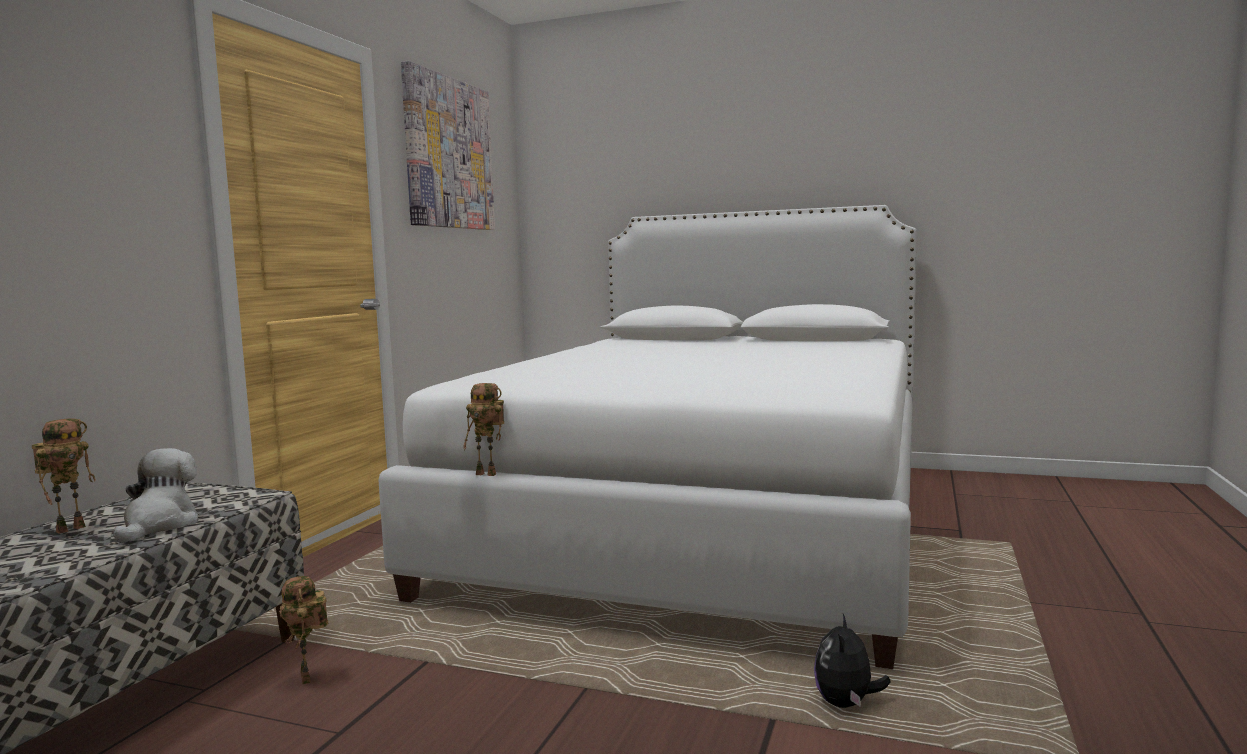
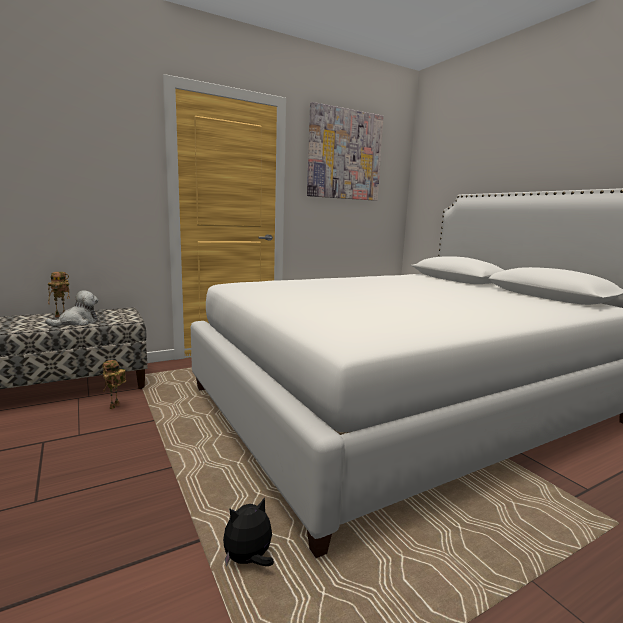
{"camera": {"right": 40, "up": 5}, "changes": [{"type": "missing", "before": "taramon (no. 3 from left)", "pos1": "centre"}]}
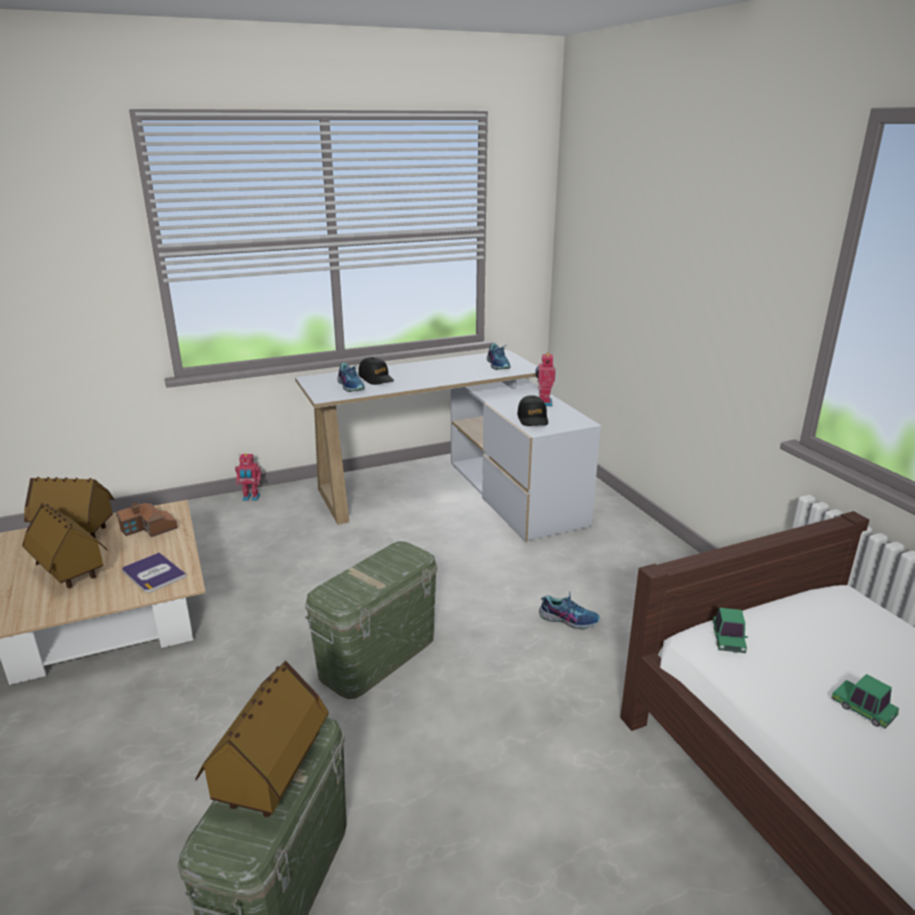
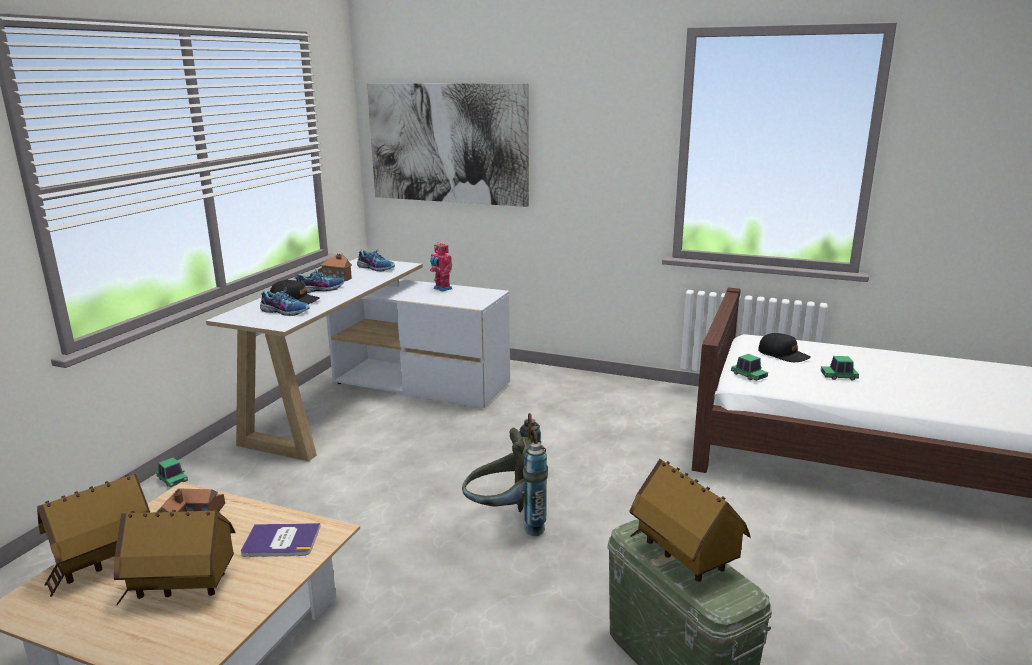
{"camera": {"right": -45, "up": -5}, "changes": [{"type": "relocated", "before": "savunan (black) (no. 2 from left)", "pos1": "centre", "pos2": "middle right"}, {"type": "exchanged", "before": "taramon (no. 1 from left)", "after": "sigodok (no. 1 from left)", "pos1": "middle left", "pos2": "bottom left"}, {"type": "exchanged", "before": "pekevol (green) (no. 2 from left)", "after": "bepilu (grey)", "pos1": "bottom centre", "pos2": "bottom centre"}, {"type": "relocated", "before": "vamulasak (no. 3 from left in the first image)", "after": "vamulasak (no. 2 from left)", "pos1": "bottom centre", "pos2": "middle left"}, {"type": "appeared", "after": "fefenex", "pos2": "top centre"}, {"type": "appeared", "after": "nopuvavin (no. 4 from left)", "pos2": "middle left"}]}
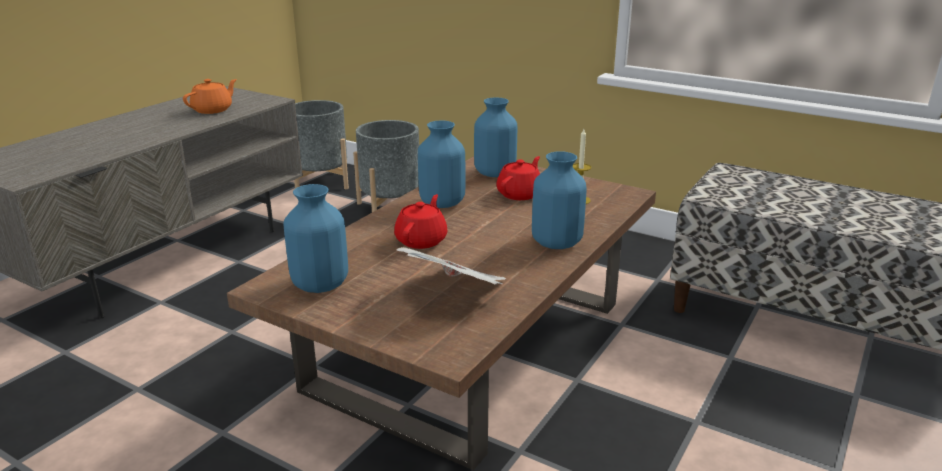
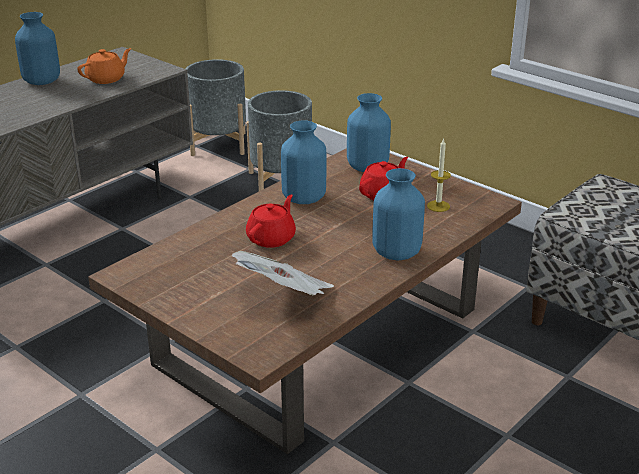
{"camera": {"right": 10, "up": 5}, "changes": [{"type": "relocated", "before": "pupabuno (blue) (no. 1 from left)", "pos1": "centre", "pos2": "top left"}]}
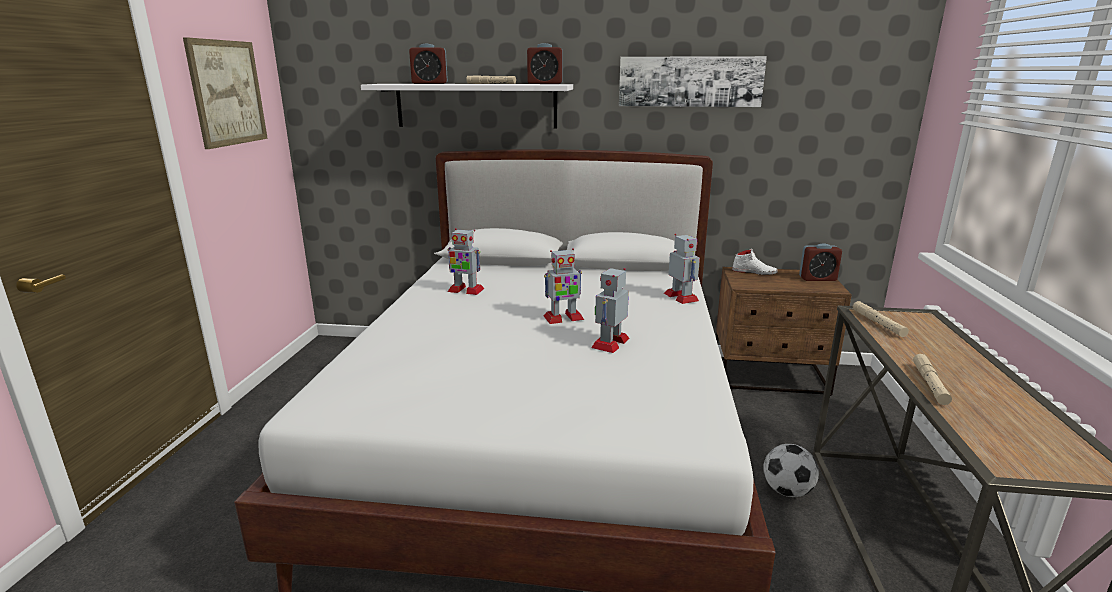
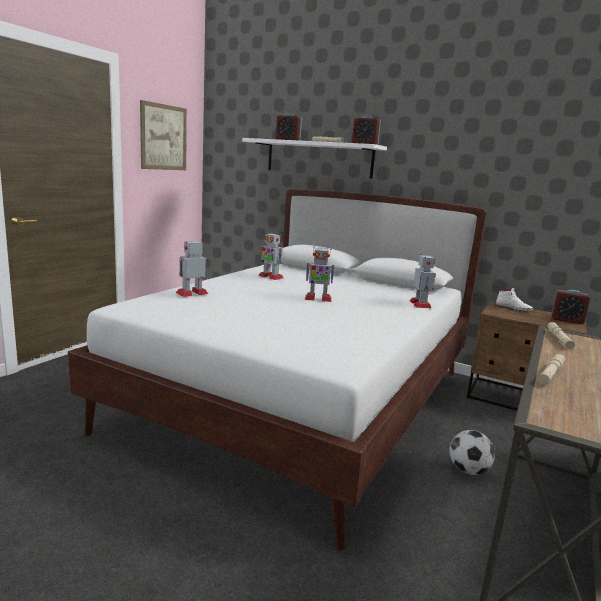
{"camera": {"right": 20, "up": -5}, "changes": [{"type": "missing", "before": "fefenex (no. 2 from left)", "pos1": "top centre"}, {"type": "relocated", "before": "taramon (no. 3 from left in the first image)", "after": "taramon (no. 1 from left)", "pos1": "centre", "pos2": "middle left"}]}
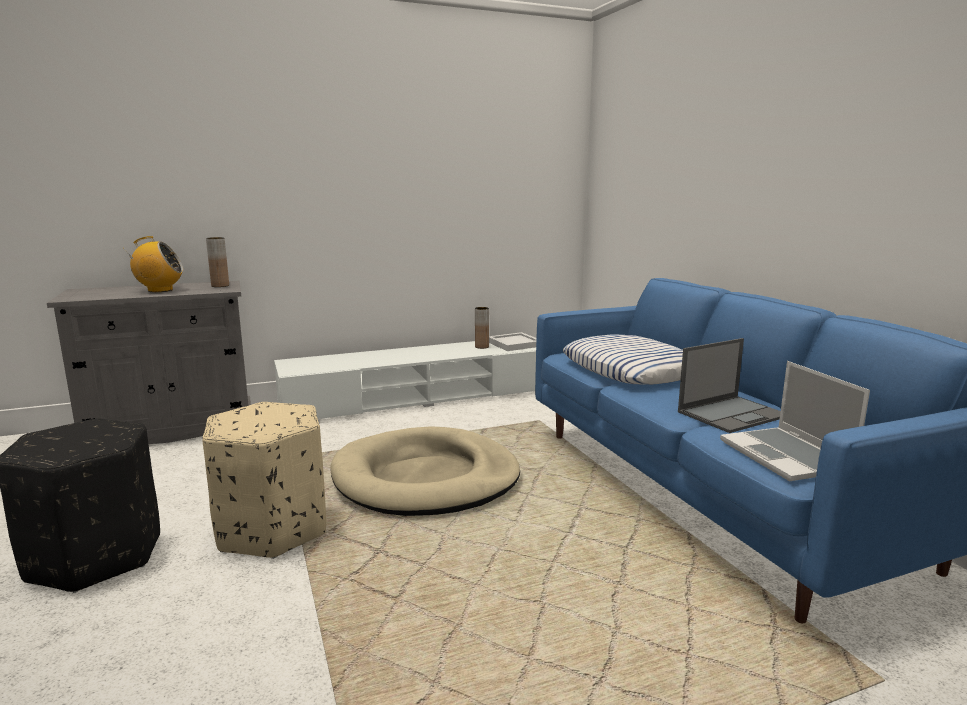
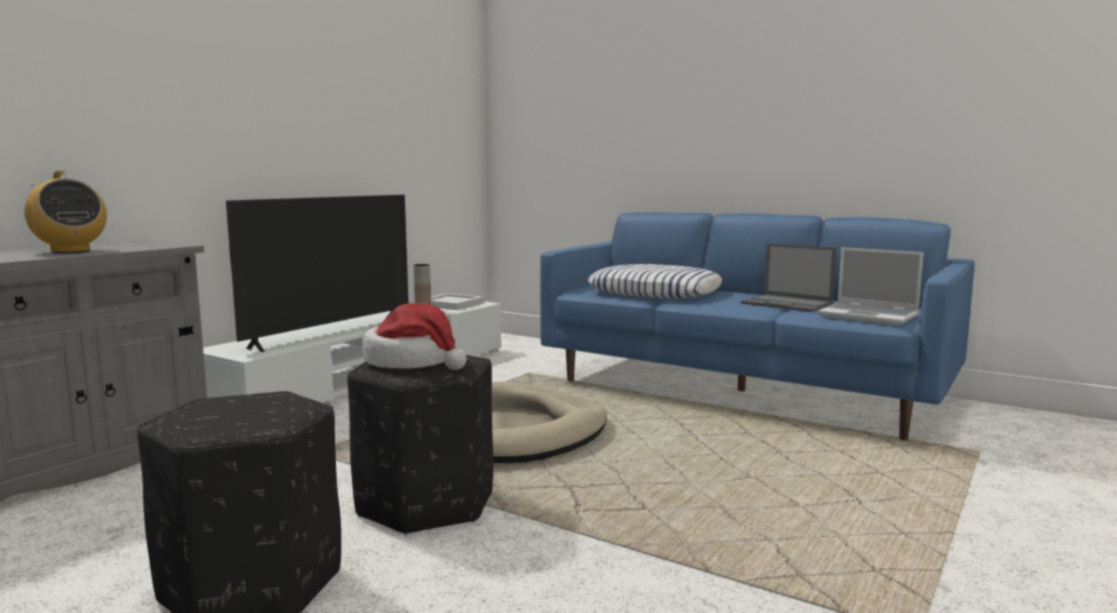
{"camera": {"right": -35, "up": -5}, "changes": [{"type": "spun", "before": "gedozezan", "pos1": "middle left", "pos2": "middle left", "turn": 90}, {"type": "missing", "before": "pupabuno (brown) (no. 1 from left)", "pos1": "middle left"}, {"type": "spun", "before": "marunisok (no. 1 from left)", "pos1": "middle right", "pos2": "middle right", "turn": 105}, {"type": "colour", "before": "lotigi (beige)", "after": "lotigi (black) (no. 2 from left)", "pos1": "bottom left", "pos2": "bottom centre"}, {"type": "appeared", "after": "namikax", "pos2": "middle left"}, {"type": "appeared", "after": "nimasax", "pos2": "centre"}]}
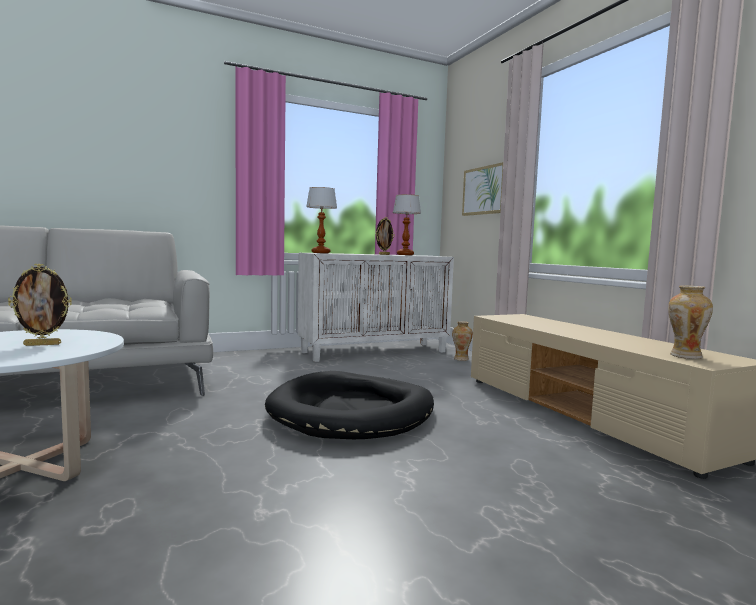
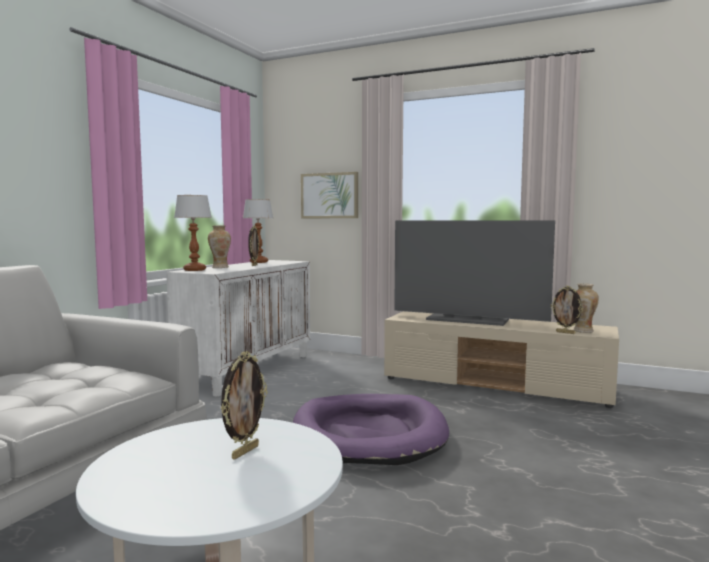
{"camera": {"right": -40, "up": 0}, "changes": [{"type": "relocated", "before": "pupabuno (no. 1 from left)", "pos1": "centre", "pos2": "middle left"}, {"type": "colour", "before": "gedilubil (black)", "after": "gedilubil (purple)", "pos1": "bottom centre", "pos2": "bottom centre"}, {"type": "appeared", "after": "namikax", "pos2": "middle right"}, {"type": "appeared", "after": "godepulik (no. 3 from left)", "pos2": "middle right"}]}
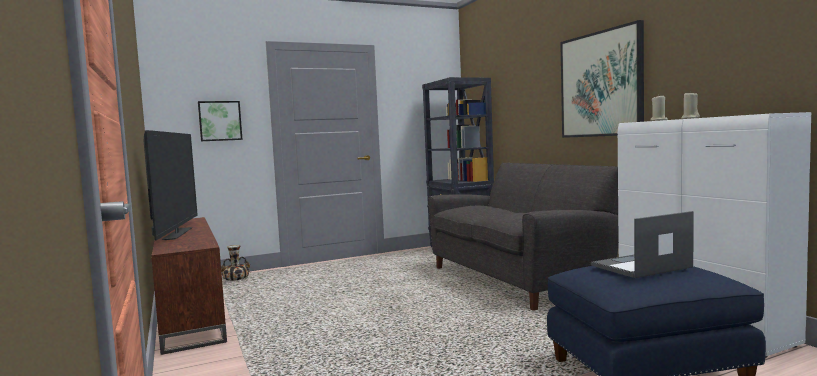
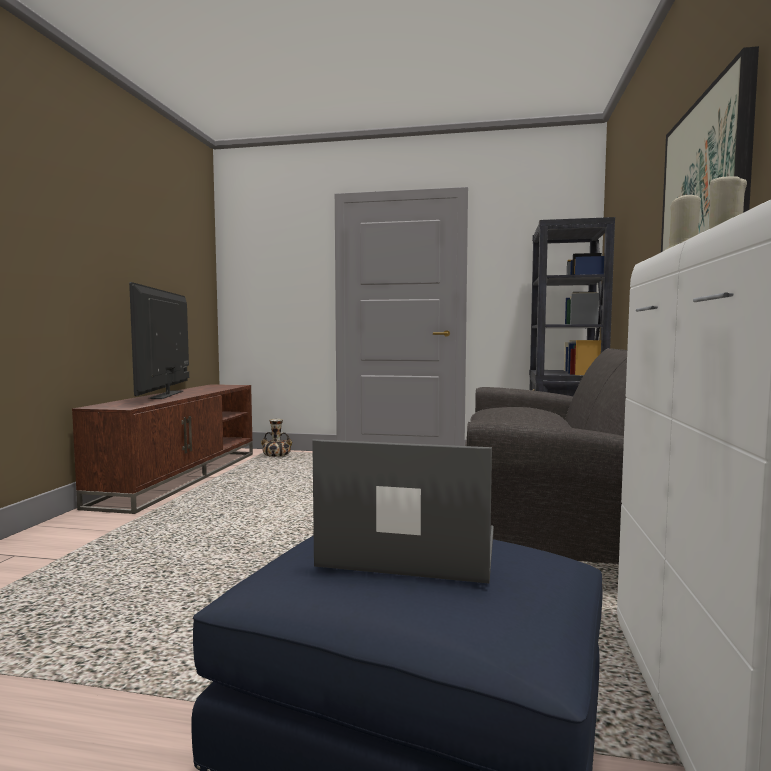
{"camera": {"right": 35, "up": 0}, "changes": [{"type": "missing", "before": "fefenex (no. 1 from left)", "pos1": "top left"}, {"type": "spun", "before": "namikax", "pos1": "middle left", "pos2": "middle left", "turn": 150}]}
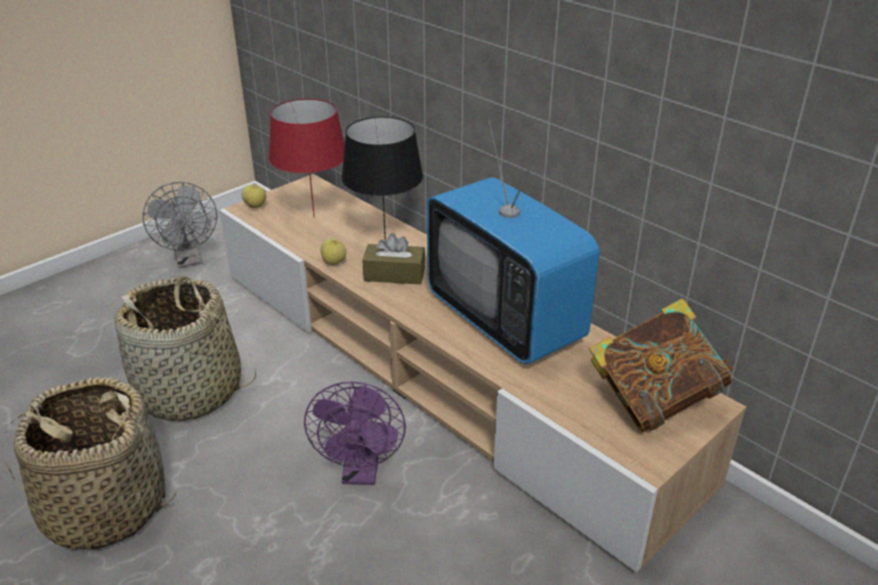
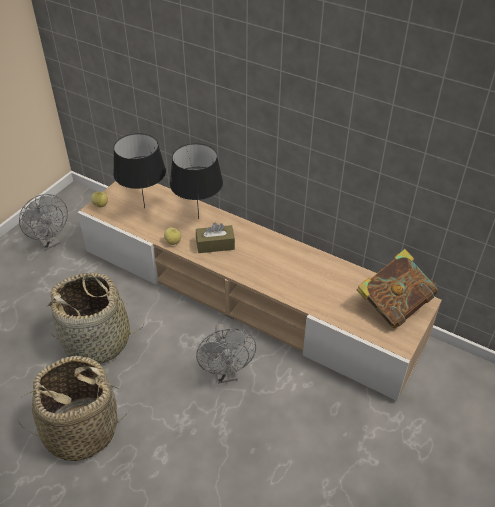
{"camera": {"right": -15, "up": 10}, "changes": [{"type": "colour", "before": "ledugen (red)", "after": "ledugen (black) (no. 1 from left)", "pos1": "top centre", "pos2": "middle left"}, {"type": "missing", "before": "namikax", "pos1": "centre"}, {"type": "colour", "before": "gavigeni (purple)", "after": "gavigeni (grey) (no. 2 from left)", "pos1": "bottom centre", "pos2": "bottom centre"}]}
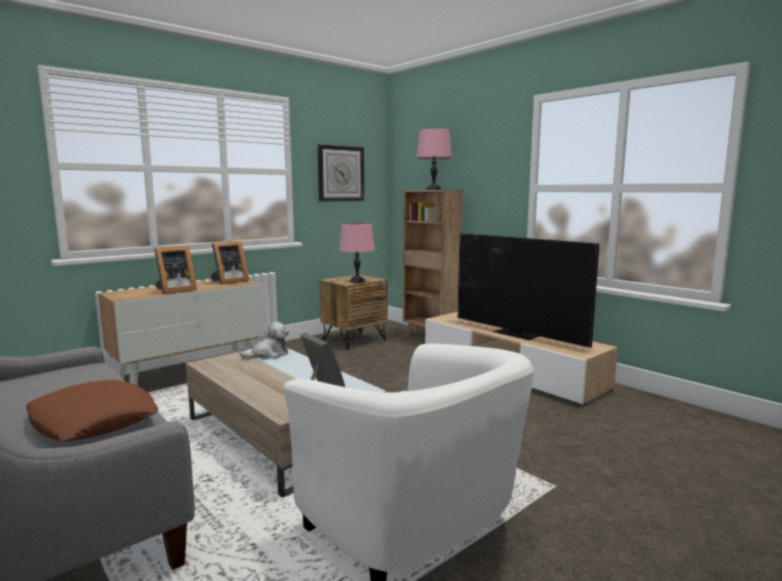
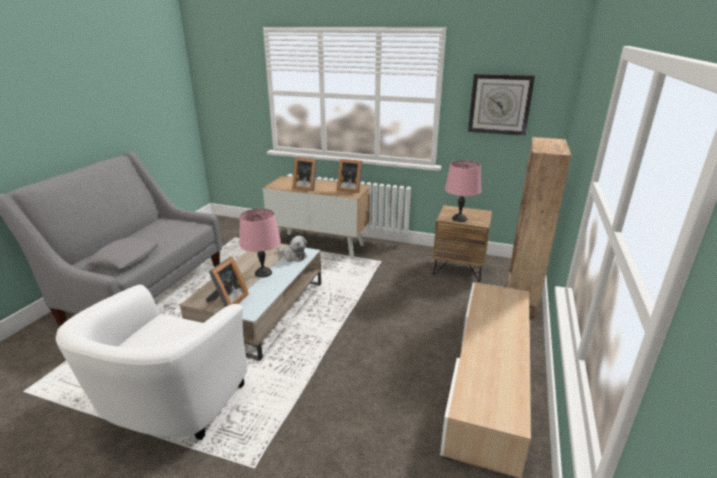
{"camera": {"right": 60, "up": 15}, "changes": [{"type": "relocated", "before": "ledugen (pink) (no. 2 from left in the first image)", "after": "ledugen (pink) (no. 1 from left)", "pos1": "top centre", "pos2": "centre"}, {"type": "missing", "before": "namikax", "pos1": "middle right"}, {"type": "colour", "before": "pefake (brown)", "after": "pefake (grey)", "pos1": "bottom left", "pos2": "middle left"}]}
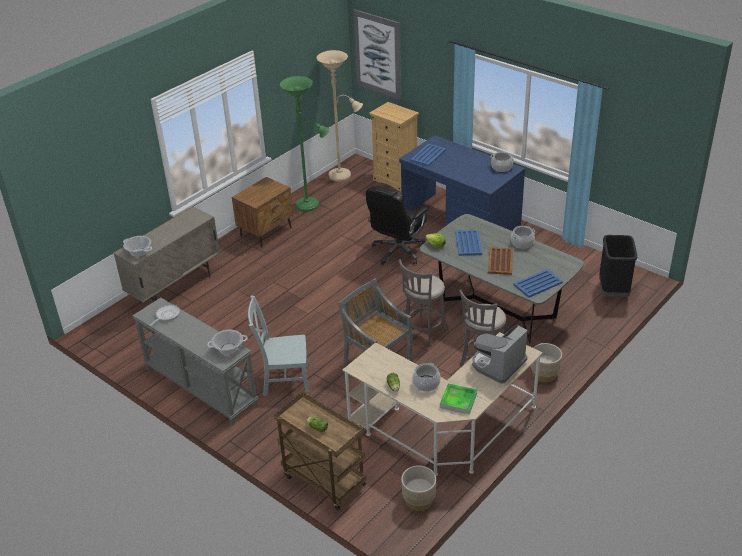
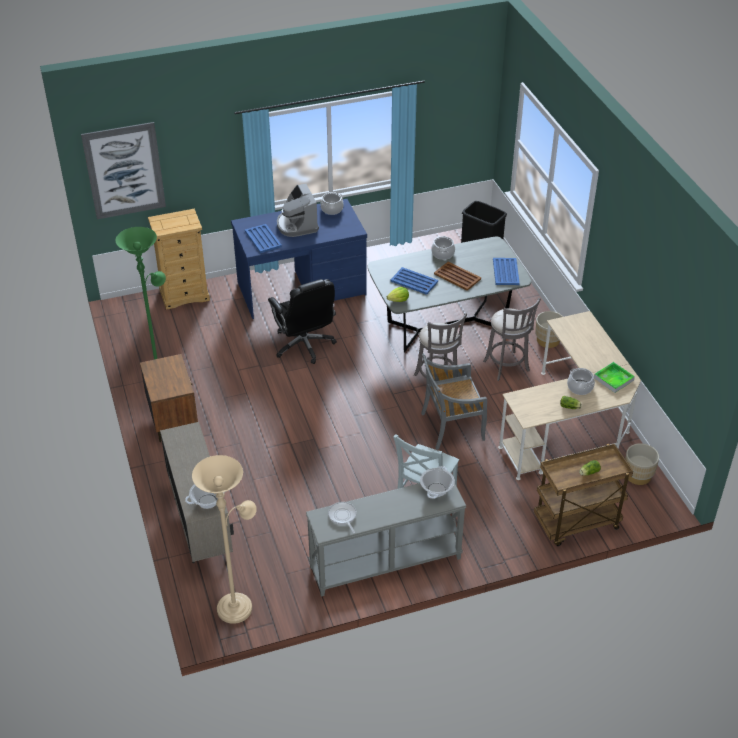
{"camera": {"right": -60, "up": 5}, "changes": [{"type": "relocated", "before": "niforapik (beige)", "pos1": "top centre", "pos2": "bottom left"}, {"type": "relocated", "before": "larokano", "pos1": "middle right", "pos2": "top centre"}]}
